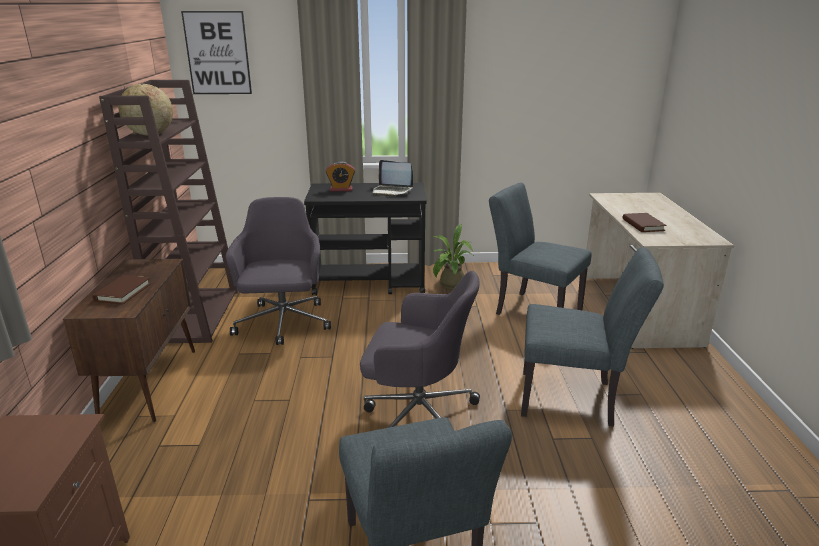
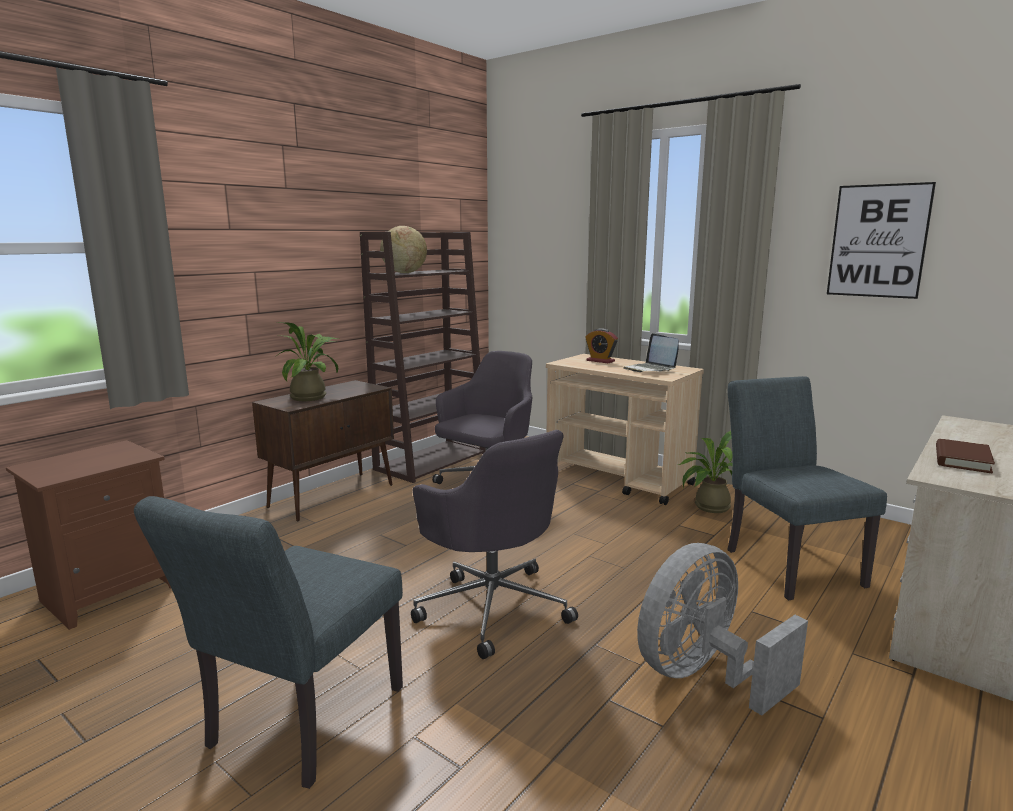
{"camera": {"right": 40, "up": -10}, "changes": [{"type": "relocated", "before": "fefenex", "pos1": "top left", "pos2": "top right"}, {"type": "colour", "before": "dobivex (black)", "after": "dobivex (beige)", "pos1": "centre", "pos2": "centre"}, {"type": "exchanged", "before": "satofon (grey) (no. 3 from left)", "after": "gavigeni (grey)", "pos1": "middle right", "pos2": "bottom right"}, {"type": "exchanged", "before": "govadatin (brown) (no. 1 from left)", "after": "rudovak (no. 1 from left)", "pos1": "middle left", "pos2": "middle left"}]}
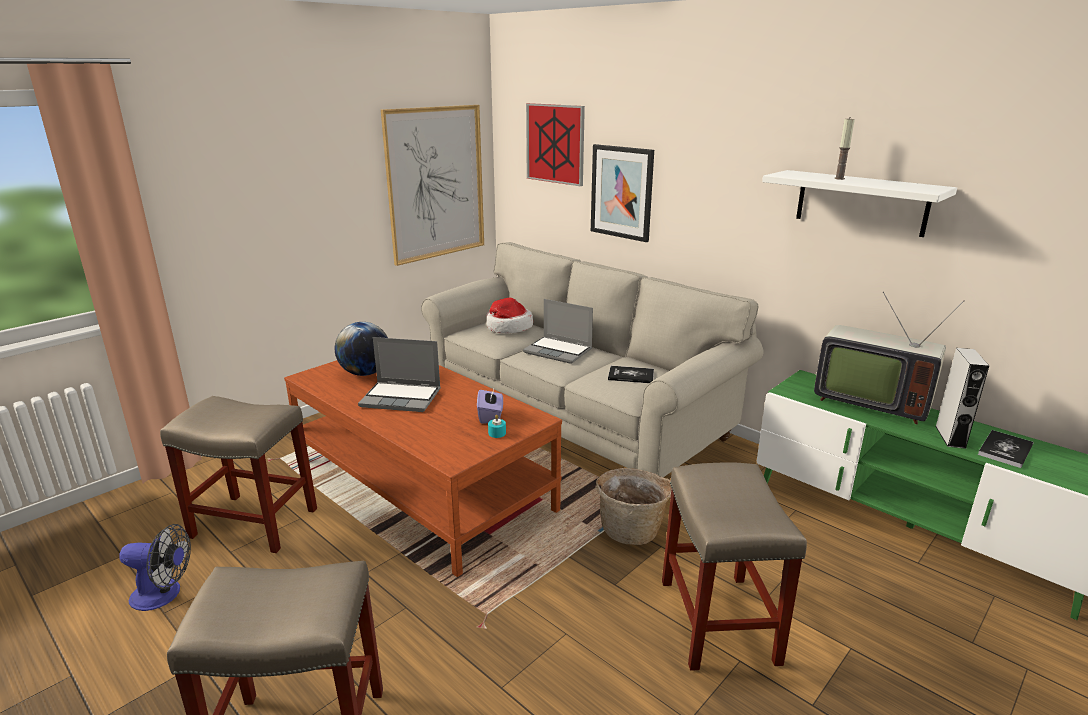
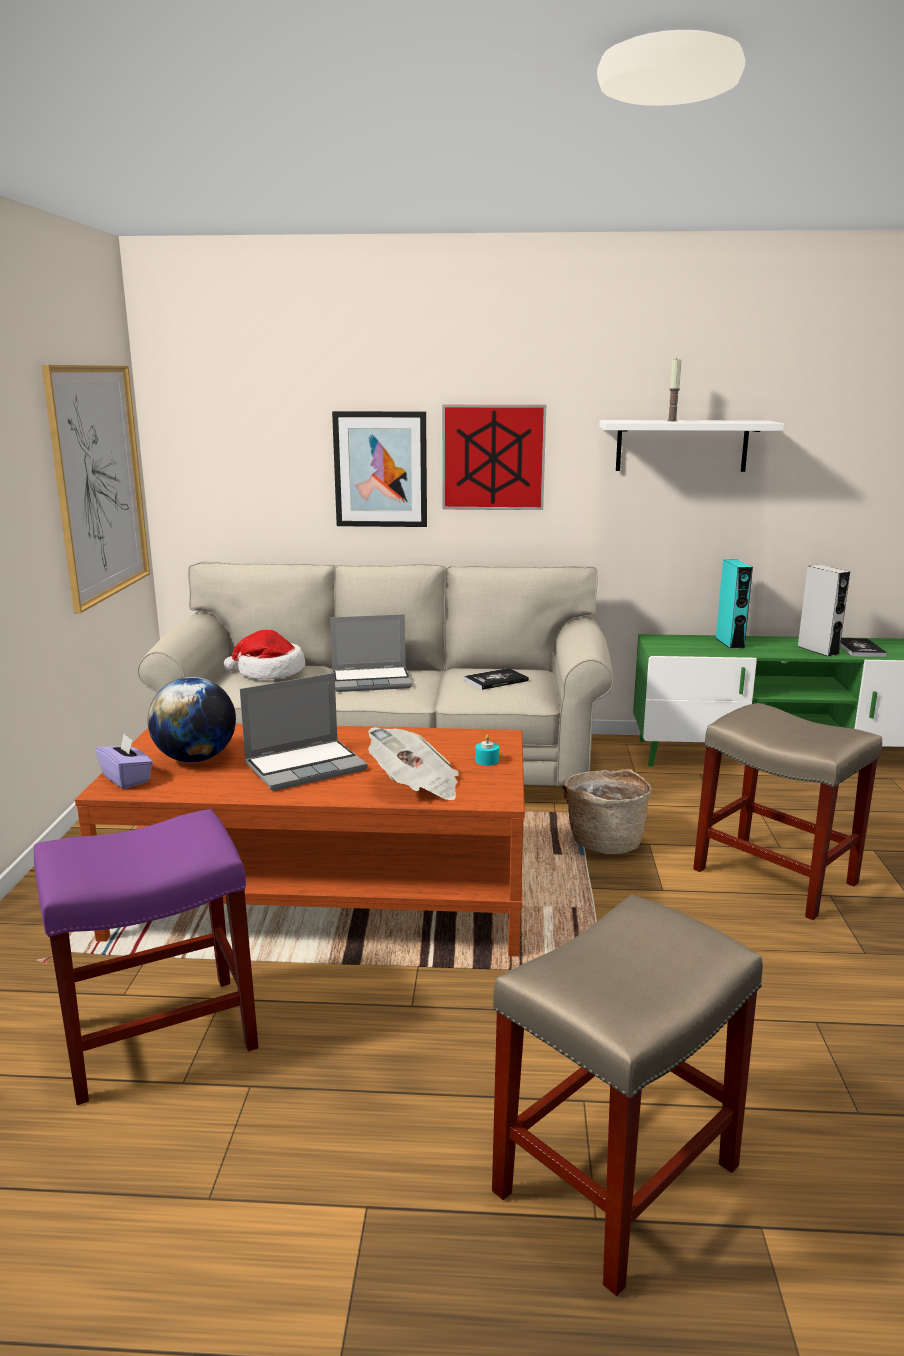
{"camera": {"right": -40, "up": -5}, "changes": [{"type": "relocated", "before": "fefenex (no. 2 from left in the first image)", "after": "fefenex (no. 3 from left)", "pos1": "top centre", "pos2": "centre"}, {"type": "exchanged", "before": "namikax", "after": "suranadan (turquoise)", "pos1": "middle right", "pos2": "middle right"}, {"type": "relocated", "before": "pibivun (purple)", "pos1": "centre", "pos2": "middle left"}, {"type": "colour", "before": "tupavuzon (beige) (no. 1 from left)", "after": "tupavuzon (purple)", "pos1": "middle left", "pos2": "bottom left"}, {"type": "missing", "before": "gavigeni", "pos1": "bottom left"}, {"type": "appeared", "after": "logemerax", "pos2": "centre"}]}
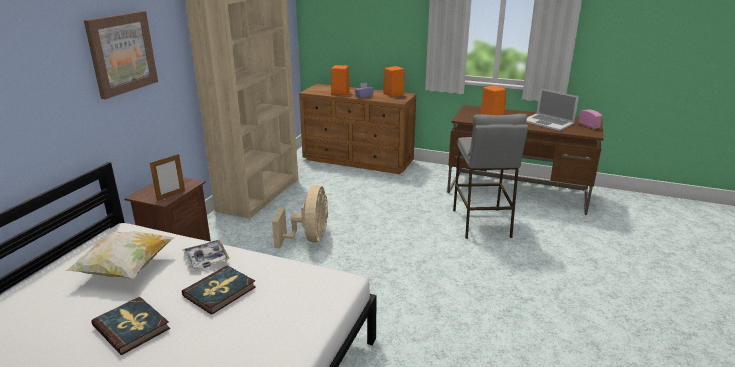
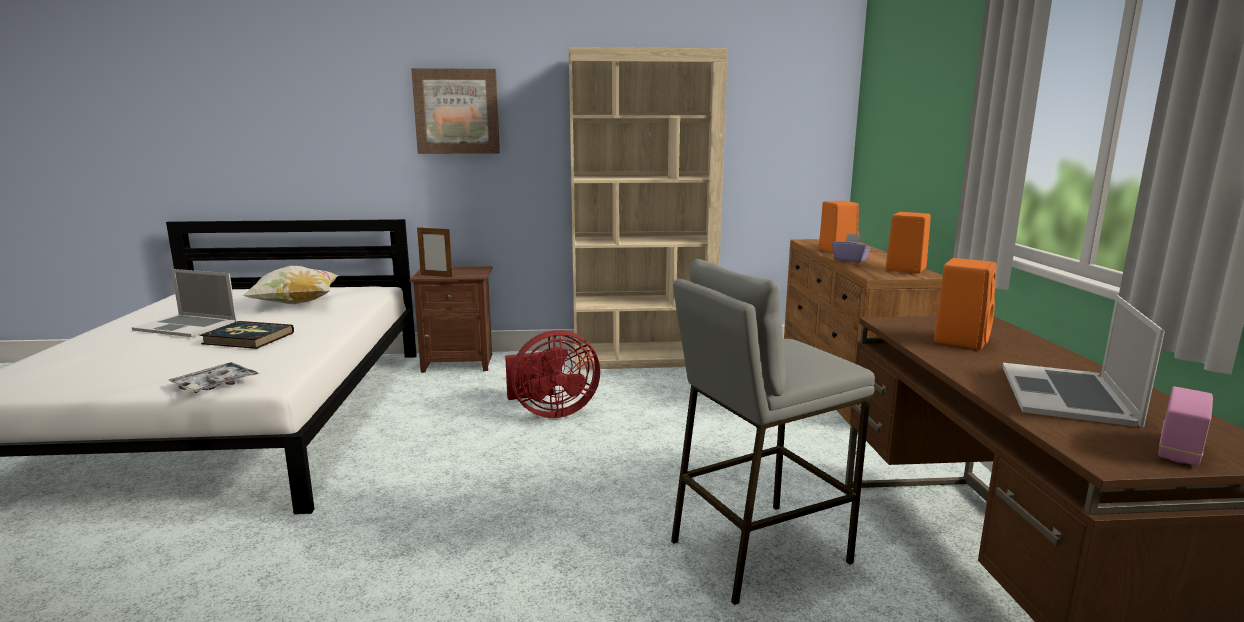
{"camera": {"right": 65, "up": -10}, "changes": [{"type": "colour", "before": "gavigeni (beige)", "after": "gavigeni (red)", "pos1": "centre", "pos2": "centre"}, {"type": "relocated", "before": "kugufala", "pos1": "bottom left", "pos2": "middle left"}, {"type": "exchanged", "before": "govadatin (no. 1 from left)", "after": "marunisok (no. 1 from left)", "pos1": "bottom left", "pos2": "middle left"}]}
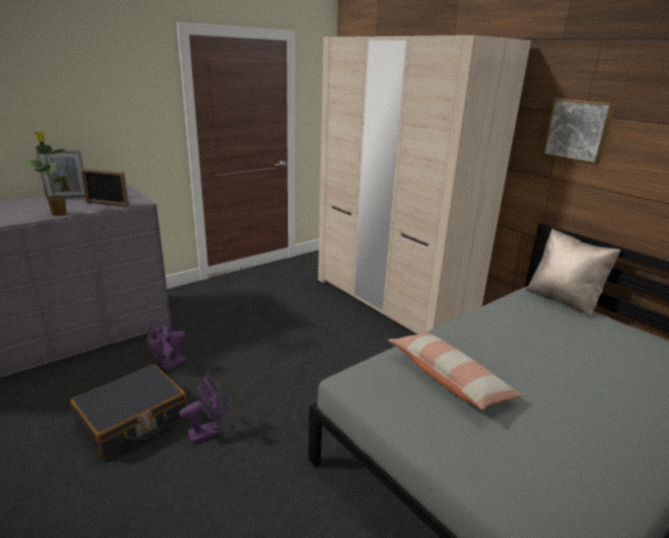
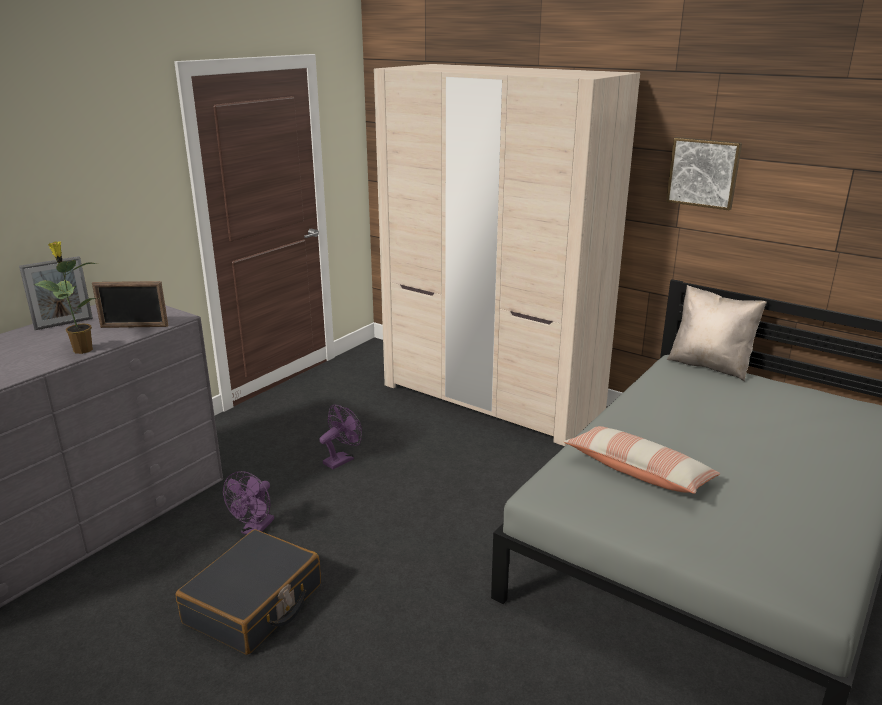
{"camera": {"right": -15, "up": 0}, "changes": [{"type": "relocated", "before": "gavigeni (purple) (no. 2 from left)", "pos1": "bottom left", "pos2": "centre"}]}
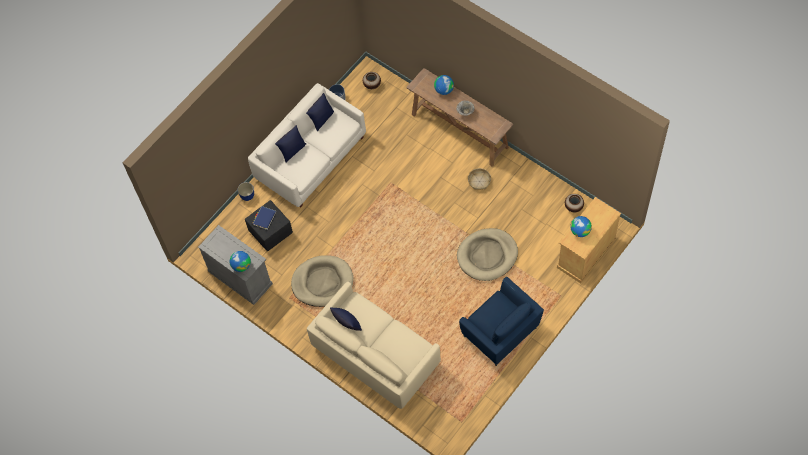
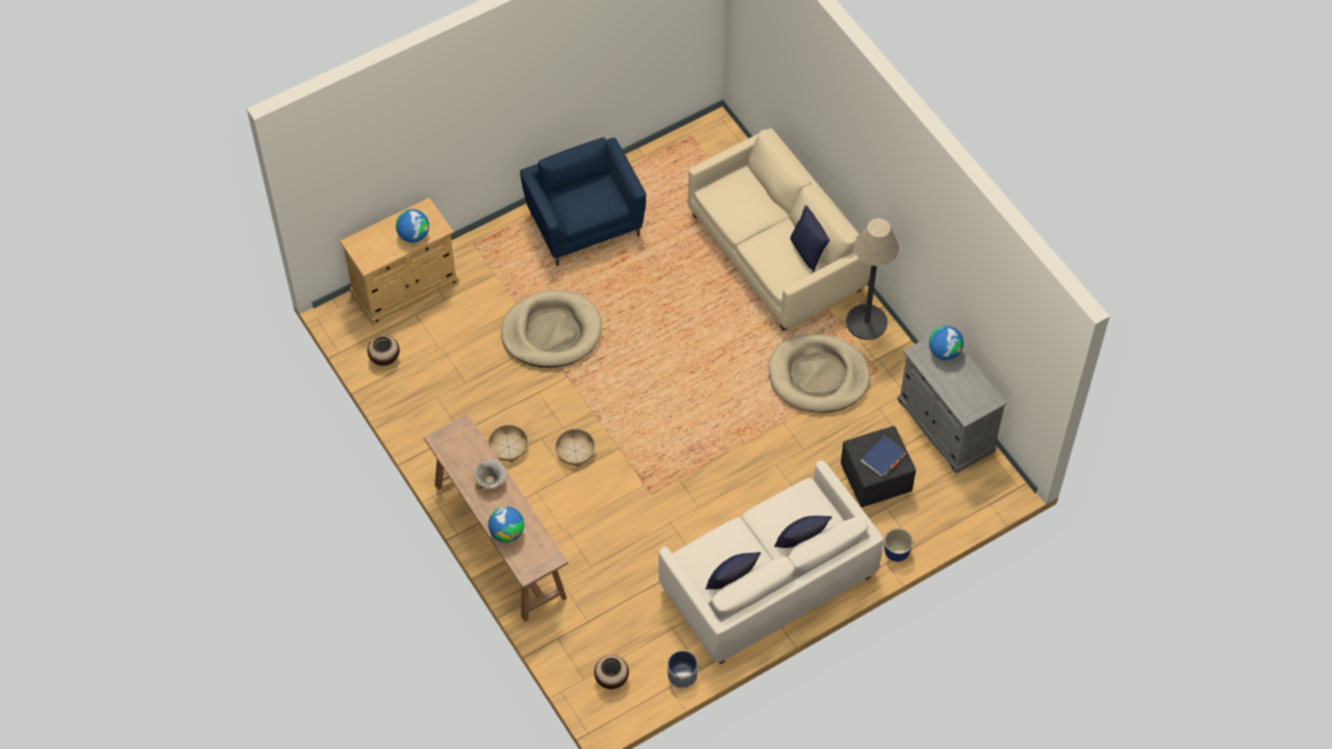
{"camera": {"right": -165, "up": -5}, "changes": [{"type": "appeared", "after": "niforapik", "pos2": "centre"}, {"type": "appeared", "after": "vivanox (no. 2 from left)", "pos2": "centre"}]}
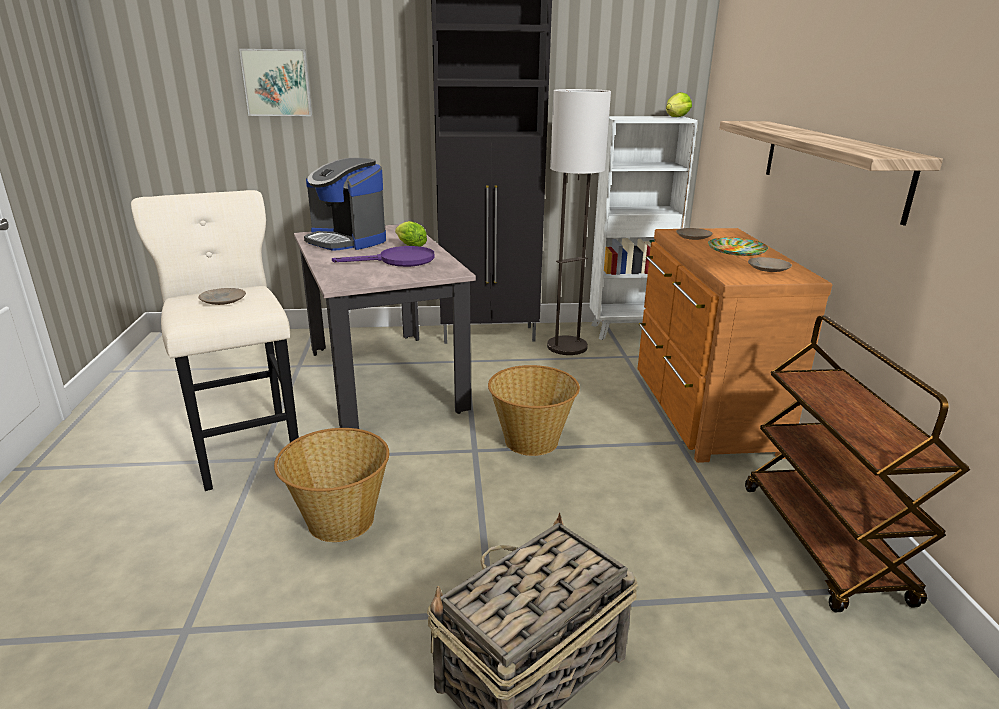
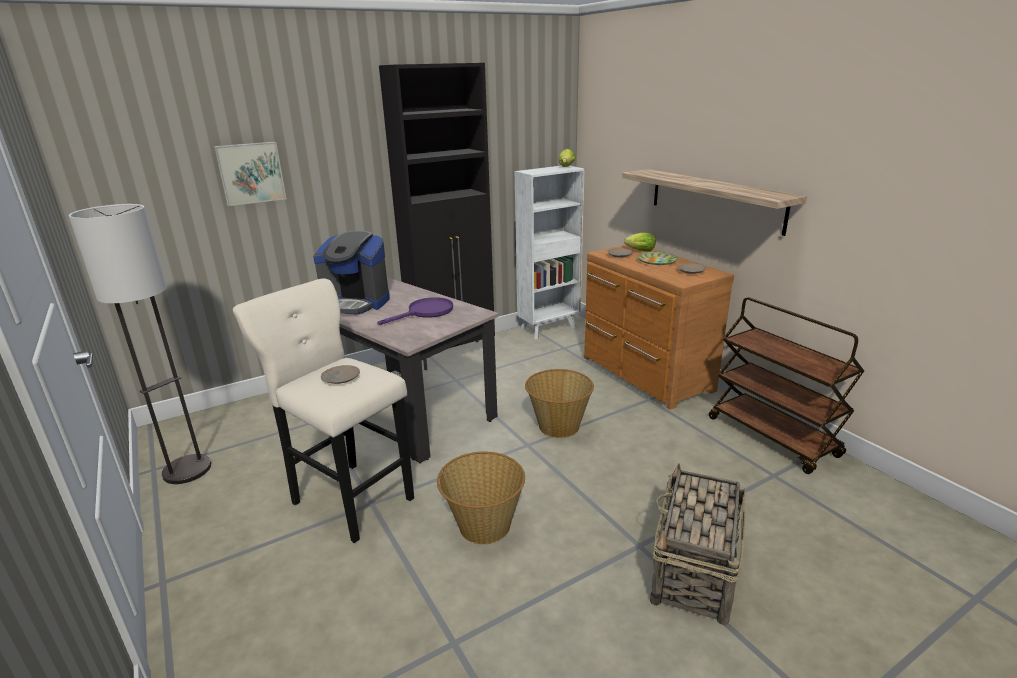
{"camera": {"right": -25, "up": 0}, "changes": [{"type": "relocated", "before": "niforapik", "pos1": "top centre", "pos2": "middle left"}, {"type": "relocated", "before": "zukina (no. 1 from left in the first image)", "after": "zukina (no. 2 from left)", "pos1": "top centre", "pos2": "centre"}]}
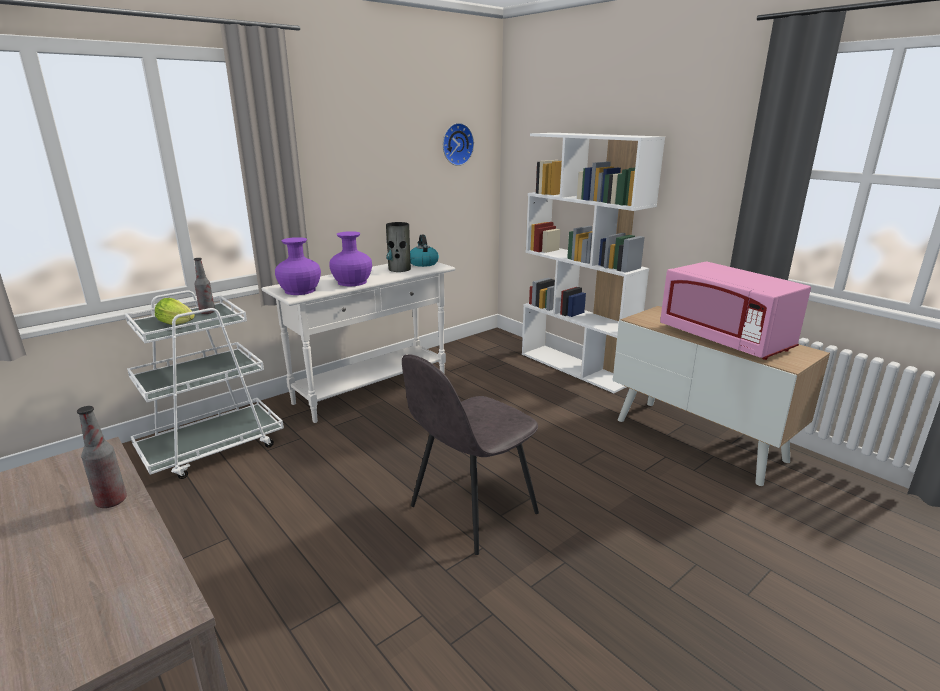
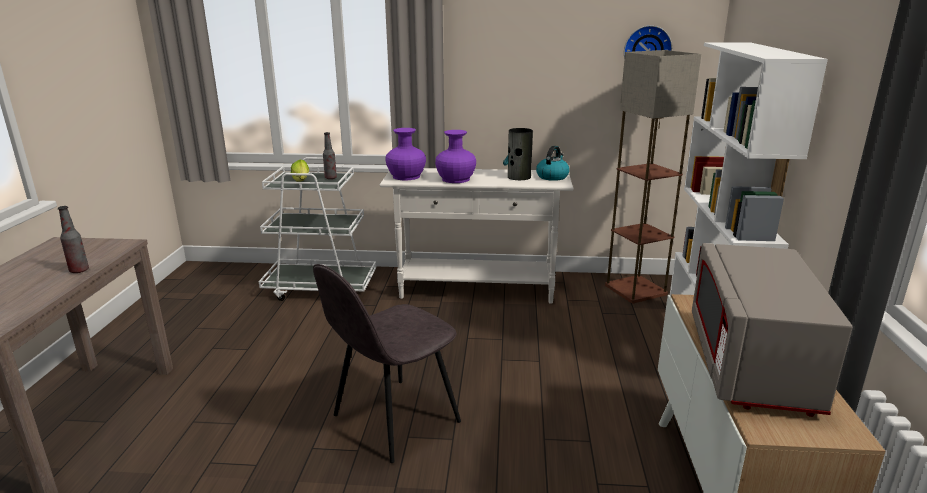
{"camera": {"right": 45, "up": 0}, "changes": [{"type": "colour", "before": "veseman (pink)", "after": "veseman (grey)", "pos1": "middle right", "pos2": "bottom right"}, {"type": "spun", "before": "satofon (grey)", "pos1": "centre", "pos2": "bottom centre", "turn": -45}, {"type": "appeared", "after": "niforapik", "pos2": "middle right"}]}
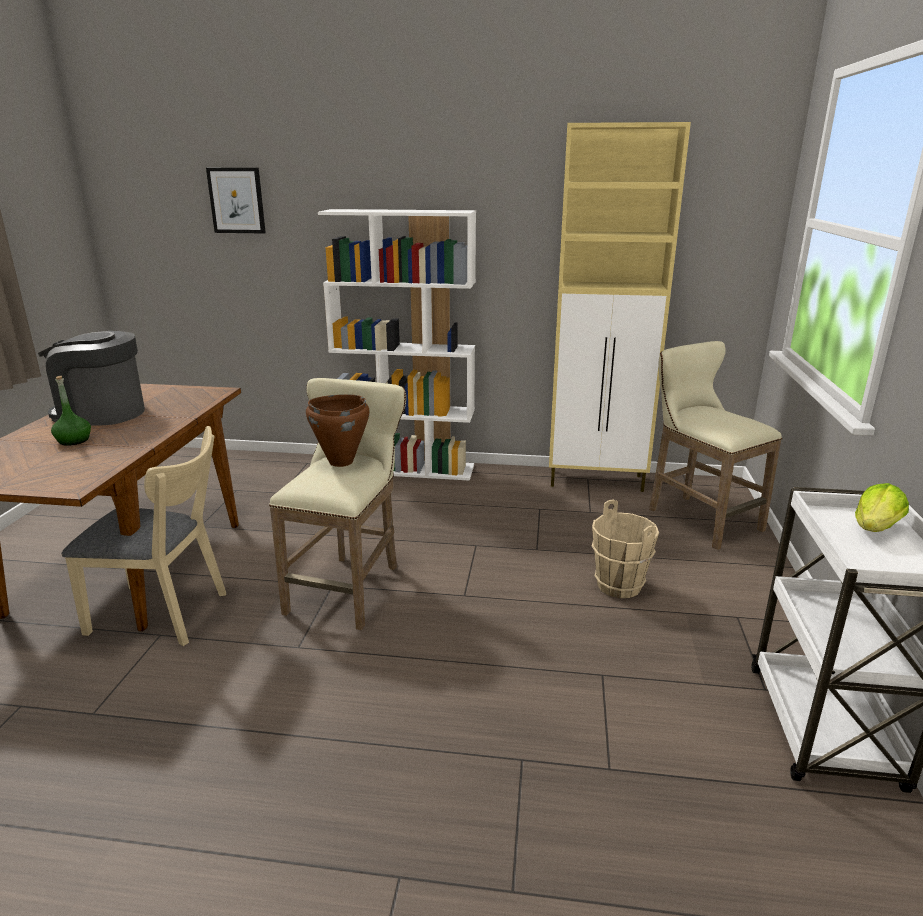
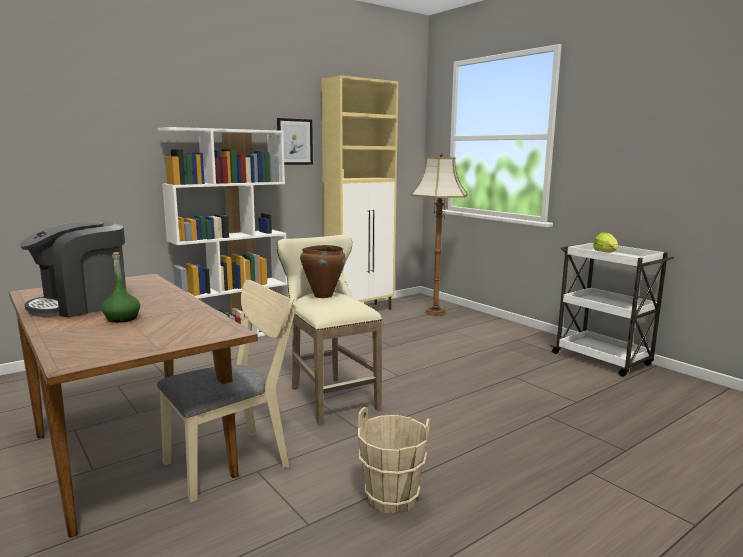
{"camera": {"right": -45, "up": -10}, "changes": [{"type": "relocated", "before": "fefenex", "pos1": "top left", "pos2": "top centre"}, {"type": "exchanged", "before": "tupavuzon (beige) (no. 2 from left)", "after": "niforapik", "pos1": "middle right", "pos2": "centre"}, {"type": "relocated", "before": "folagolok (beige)", "pos1": "middle right", "pos2": "bottom centre"}]}
